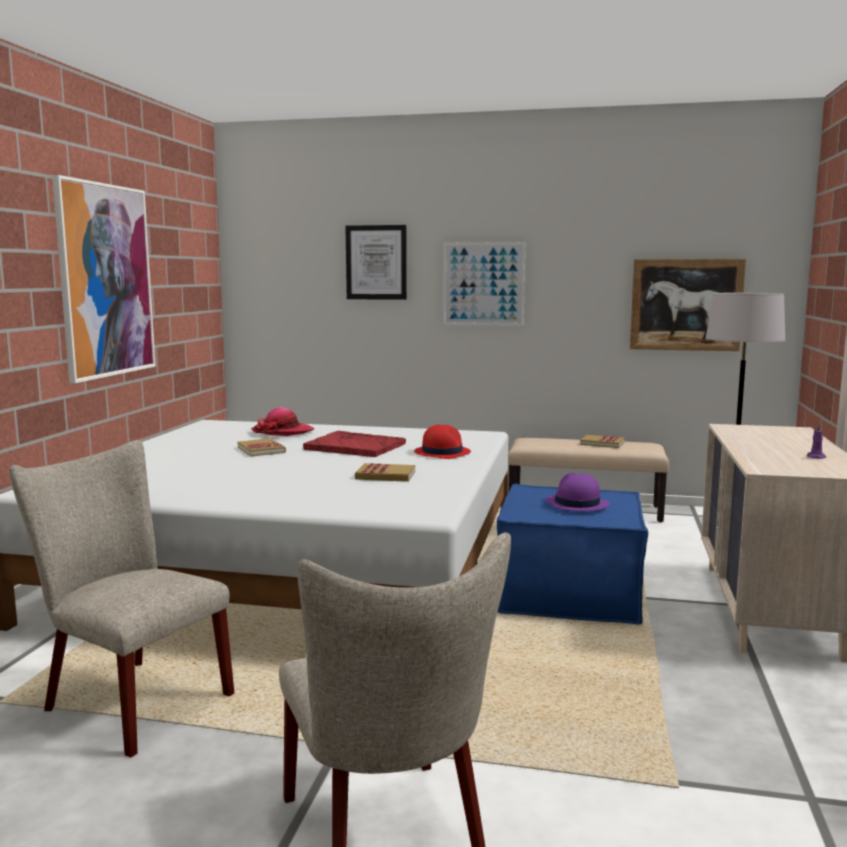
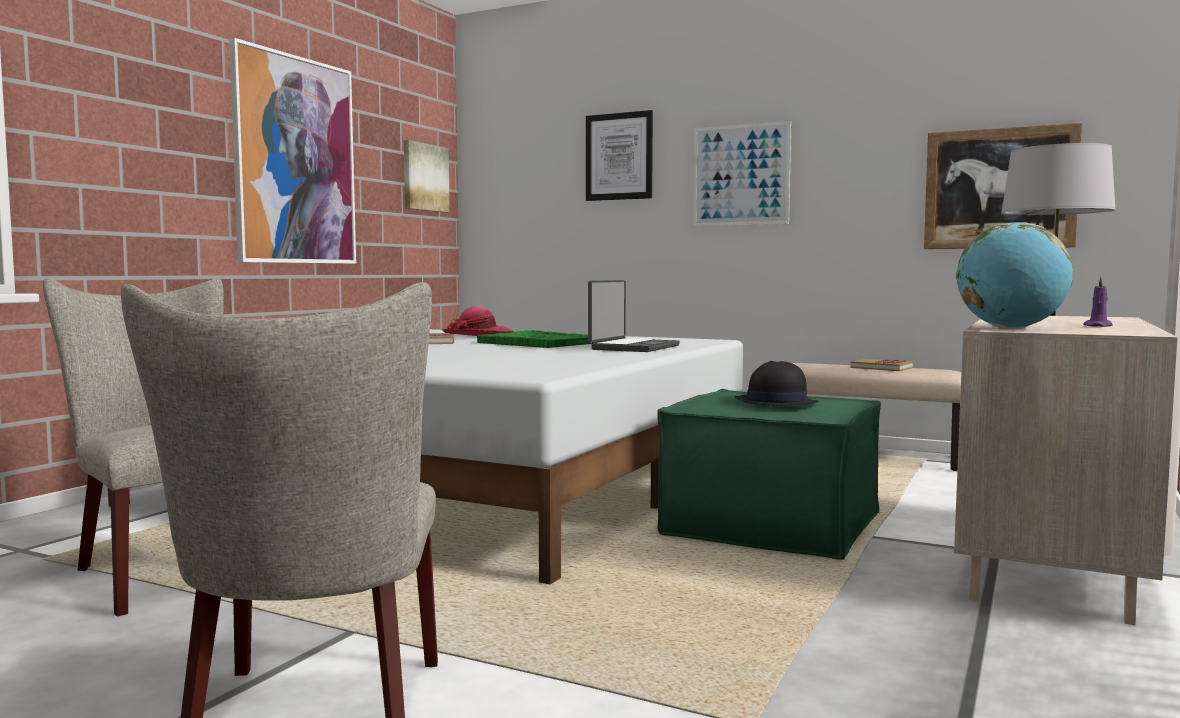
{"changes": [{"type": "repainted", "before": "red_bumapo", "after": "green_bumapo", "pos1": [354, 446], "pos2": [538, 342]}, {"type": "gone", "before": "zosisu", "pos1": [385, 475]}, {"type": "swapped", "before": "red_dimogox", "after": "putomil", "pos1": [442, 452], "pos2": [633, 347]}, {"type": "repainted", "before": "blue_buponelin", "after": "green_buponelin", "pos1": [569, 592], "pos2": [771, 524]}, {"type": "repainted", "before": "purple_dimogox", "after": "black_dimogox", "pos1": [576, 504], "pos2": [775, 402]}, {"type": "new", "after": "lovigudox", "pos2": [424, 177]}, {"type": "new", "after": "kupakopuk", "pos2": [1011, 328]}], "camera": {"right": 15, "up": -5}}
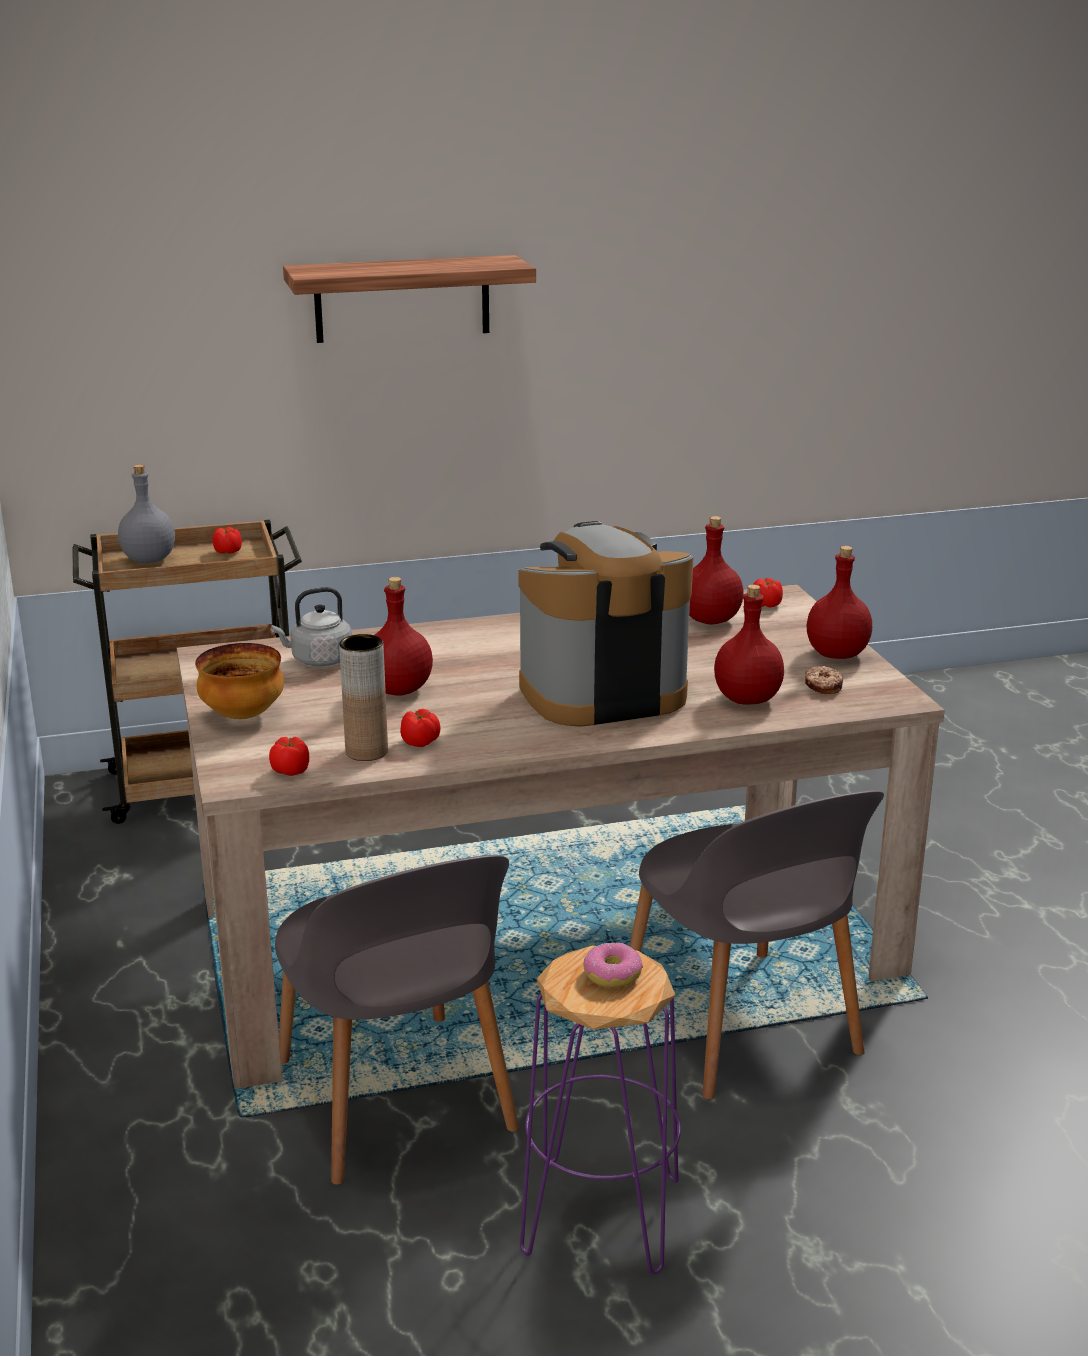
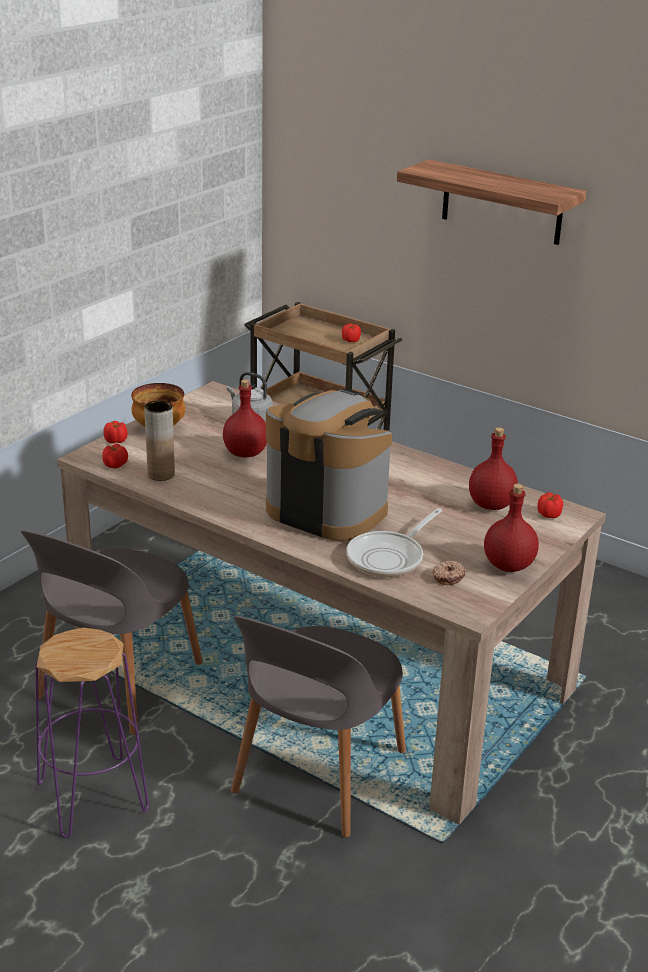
{"changes": [{"type": "gone", "before": "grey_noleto", "pos1": [148, 559]}, {"type": "shifted", "before": "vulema", "pos1": [421, 742], "pos2": [116, 441]}, {"type": "gone", "before": "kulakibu", "pos1": [612, 974]}, {"type": "swapped", "before": "red_noleto", "after": "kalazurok", "pos1": [747, 698], "pos2": [389, 557]}], "camera": {"right": 50, "up": 5}}
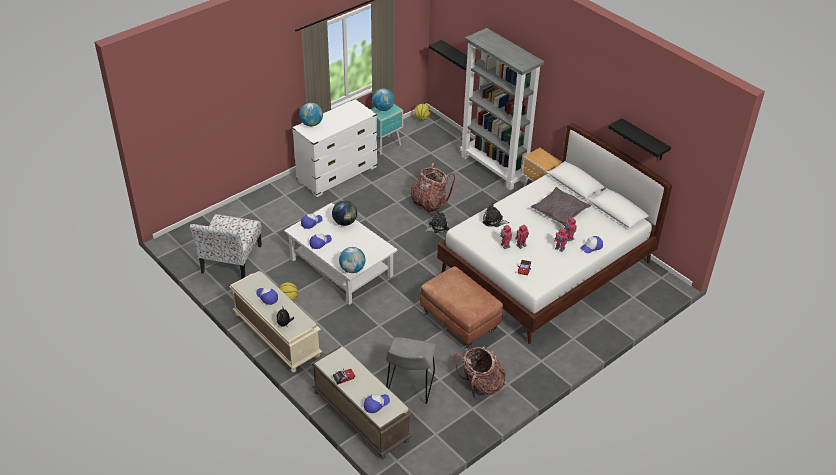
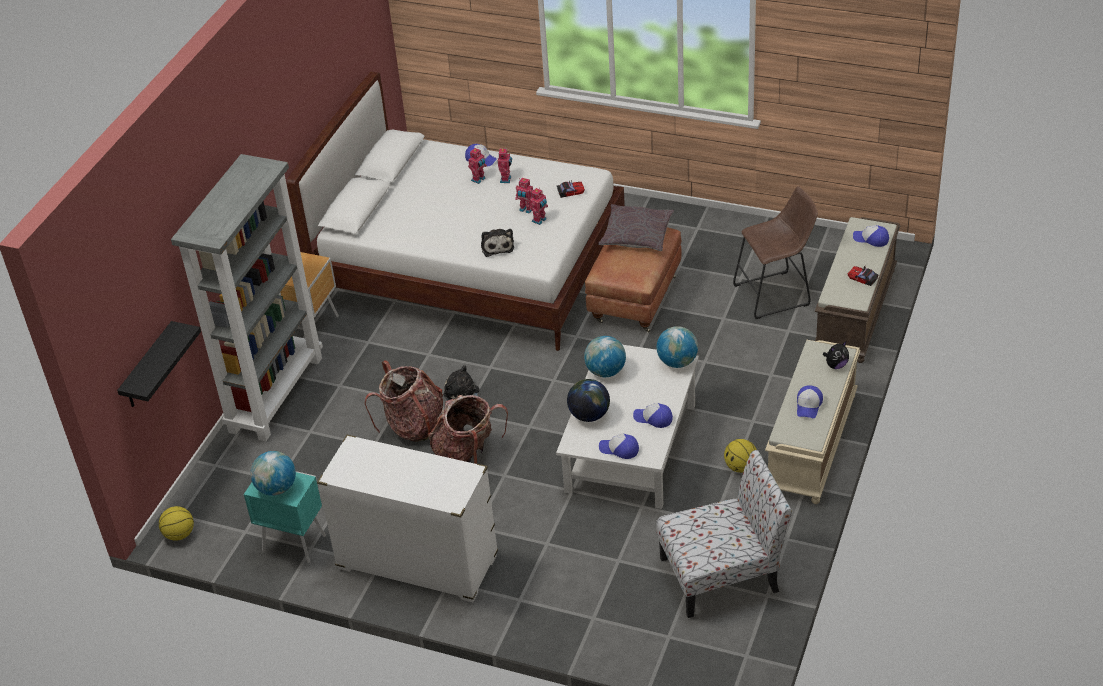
{"changes": [{"type": "shifted", "before": "kupakopuk", "pos1": [311, 124], "pos2": [605, 371]}, {"type": "swapped", "before": "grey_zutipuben", "after": "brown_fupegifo", "pos1": [409, 387], "pos2": [776, 294]}, {"type": "shifted", "before": "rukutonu", "pos1": [481, 385], "pos2": [467, 453]}, {"type": "shifted", "before": "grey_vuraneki", "pos1": [560, 211], "pos2": [636, 235]}, {"type": "gone", "before": "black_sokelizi", "pos1": [644, 140]}], "camera": {"right": -115, "up": 0}}
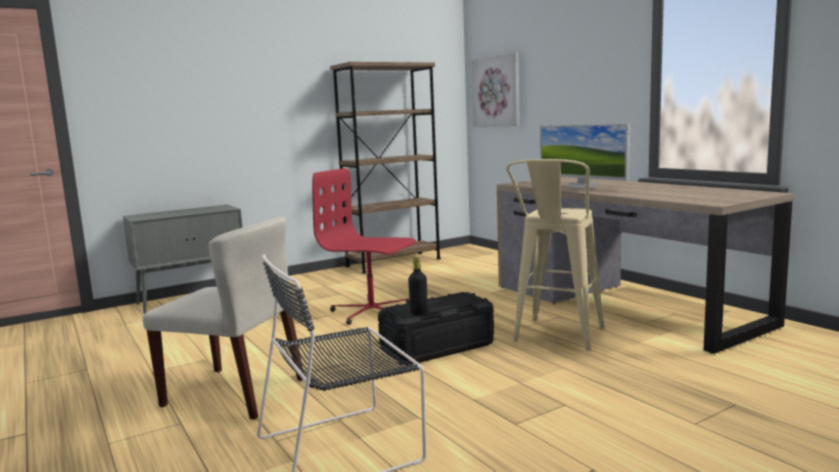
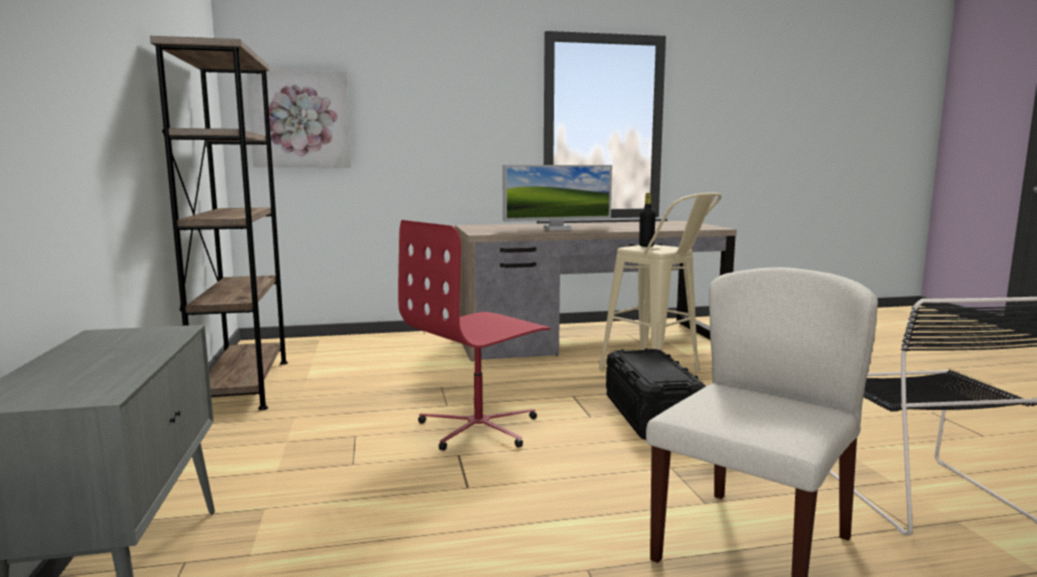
{"changes": [{"type": "shifted", "before": "black_noleto", "pos1": [419, 312], "pos2": [646, 246]}], "camera": {"right": -70, "up": 0}}
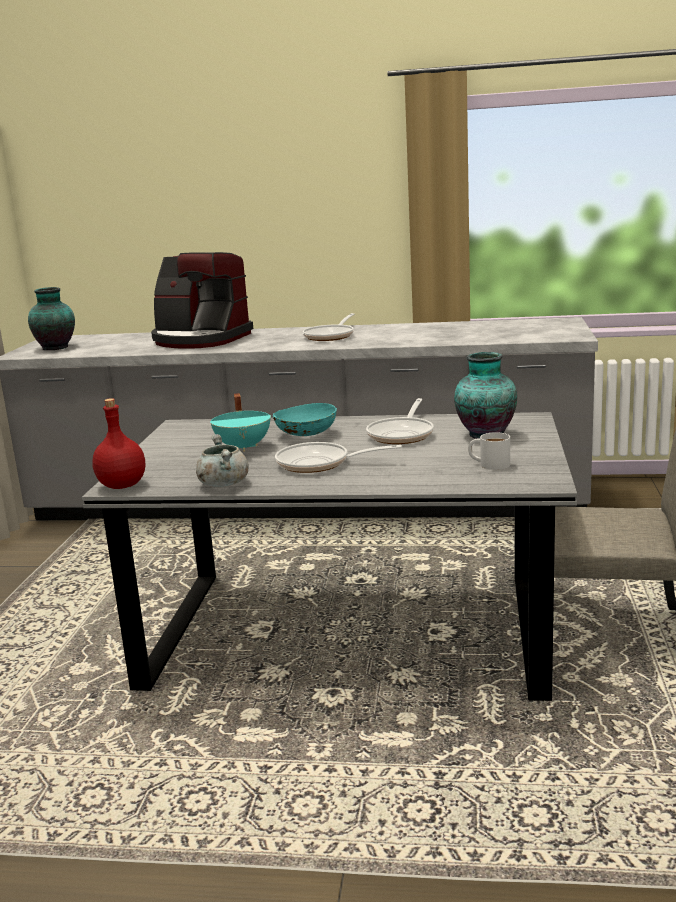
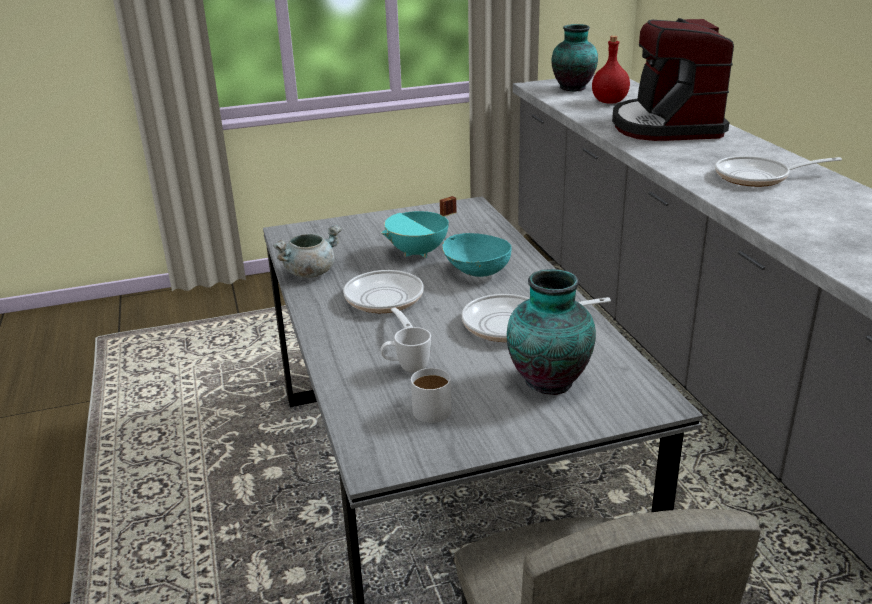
{"changes": [{"type": "shifted", "before": "red_noleto", "pos1": [121, 485], "pos2": [609, 101]}, {"type": "new", "after": "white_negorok", "pos2": [407, 368]}], "camera": {"right": 65, "up": 10}}
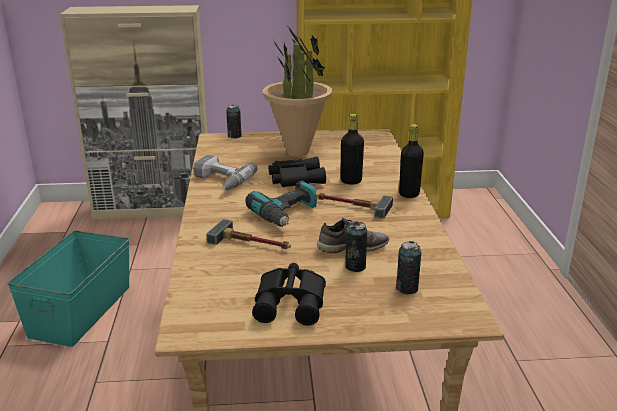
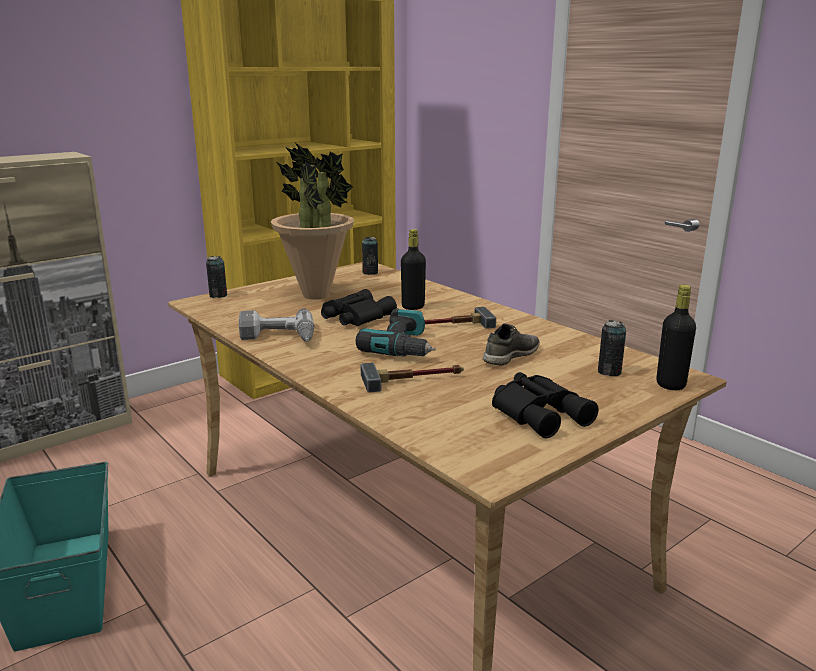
{"changes": [{"type": "shifted", "before": "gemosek", "pos1": [355, 266], "pos2": [370, 273]}, {"type": "shifted", "before": "black_noleto", "pos1": [409, 194], "pos2": [670, 385]}], "camera": {"right": -35, "up": -5}}
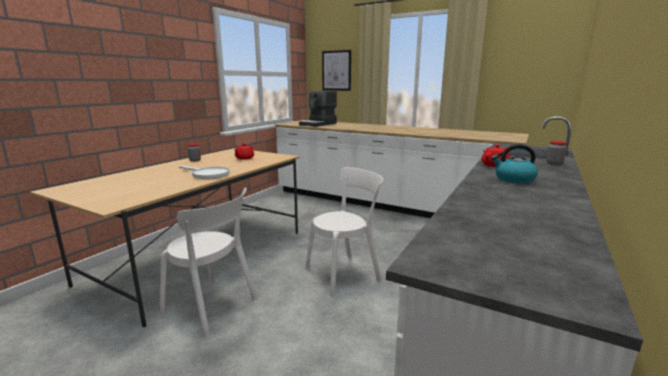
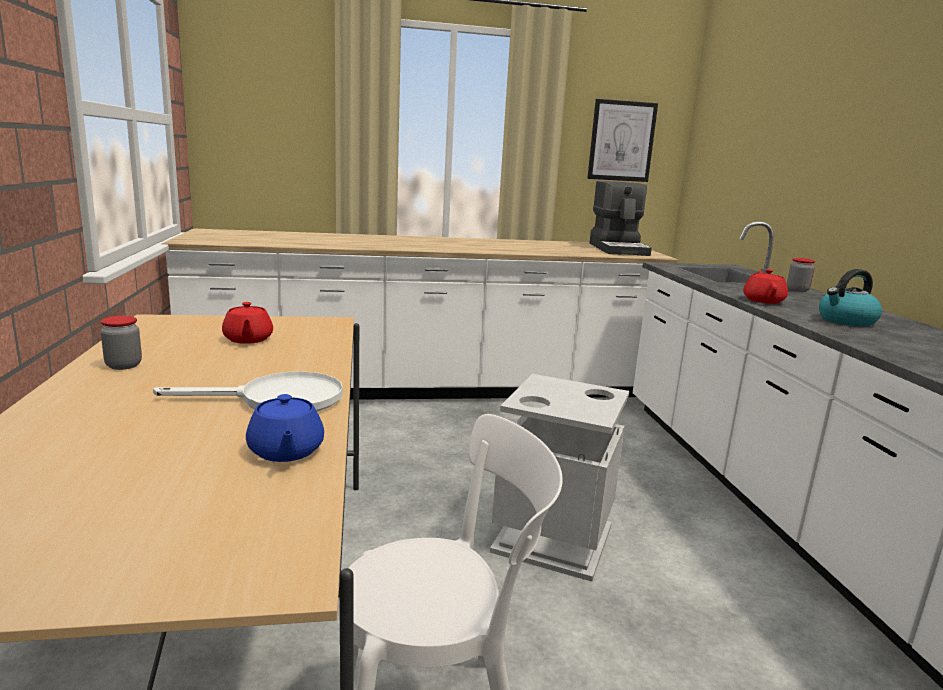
{"changes": [{"type": "shifted", "before": "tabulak", "pos1": [319, 124], "pos2": [619, 249]}, {"type": "swapped", "before": "white_zutipuben", "after": "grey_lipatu", "pos1": [345, 273], "pos2": [554, 538]}, {"type": "shifted", "before": "lovigudox", "pos1": [336, 70], "pos2": [621, 141]}, {"type": "new", "after": "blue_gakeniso", "pos2": [285, 451]}], "camera": {"right": -40, "up": 0}}
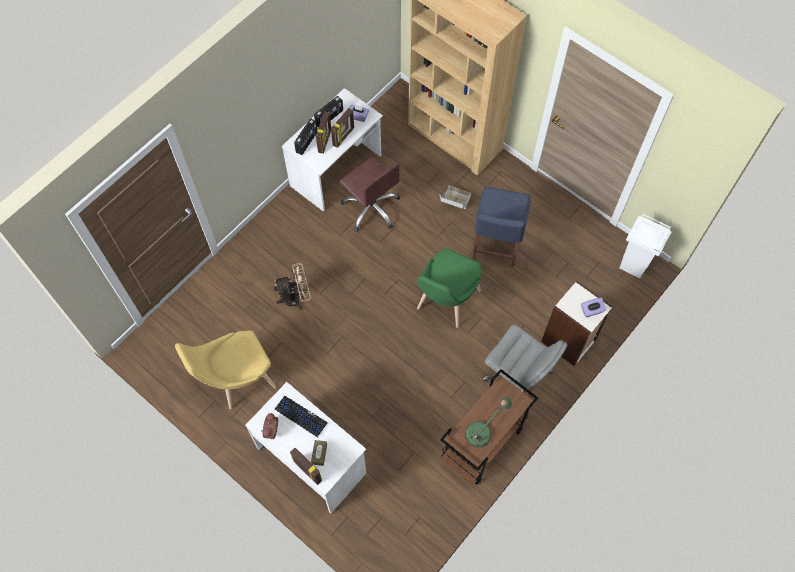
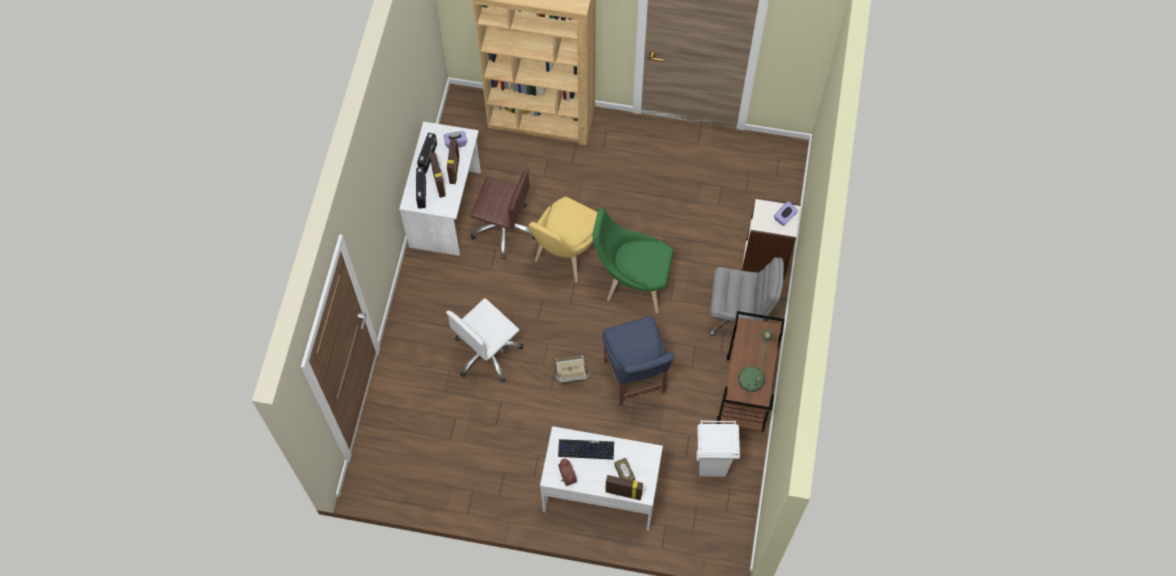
{"changes": [{"type": "shifted", "before": "yellow_zutipuben", "pos1": [237, 380], "pos2": [565, 255]}, {"type": "swapped", "before": "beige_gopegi", "after": "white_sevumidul", "pos1": [296, 298], "pos2": [487, 353]}, {"type": "rotated", "before": "green_zutipuben", "pos1": [445, 302], "pos2": [632, 282], "turn": 105}, {"type": "shifted", "before": "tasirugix", "pos1": [454, 204], "pos2": [571, 375]}, {"type": "shifted", "before": "blue_zutipuben", "pos1": [495, 246], "pos2": [635, 379]}, {"type": "shifted", "before": "white_lipatu", "pos1": [633, 265], "pos2": [712, 465]}], "camera": {"right": -30, "up": 0}}
